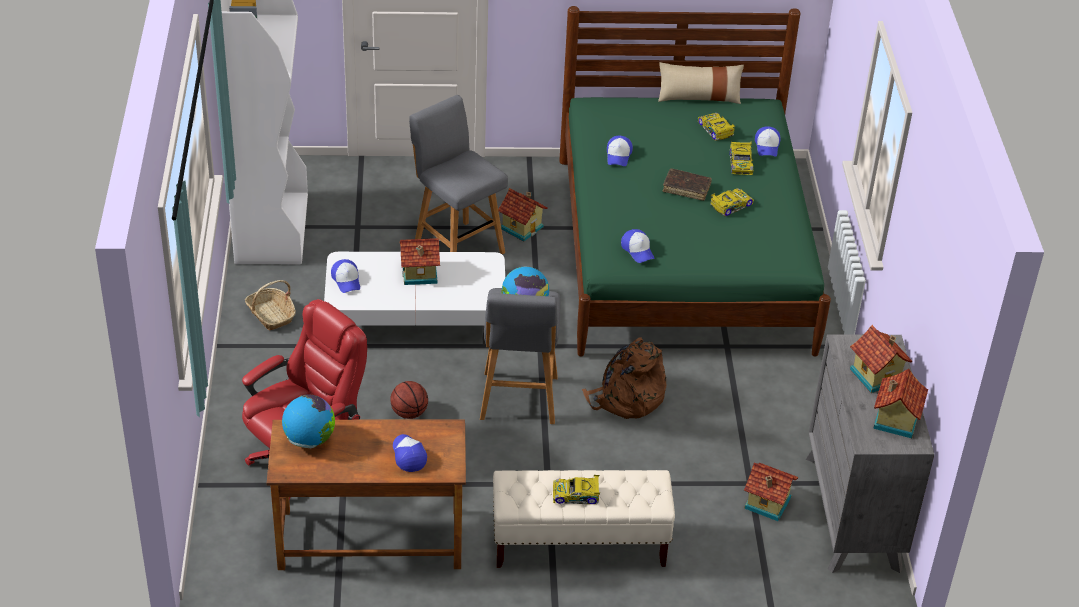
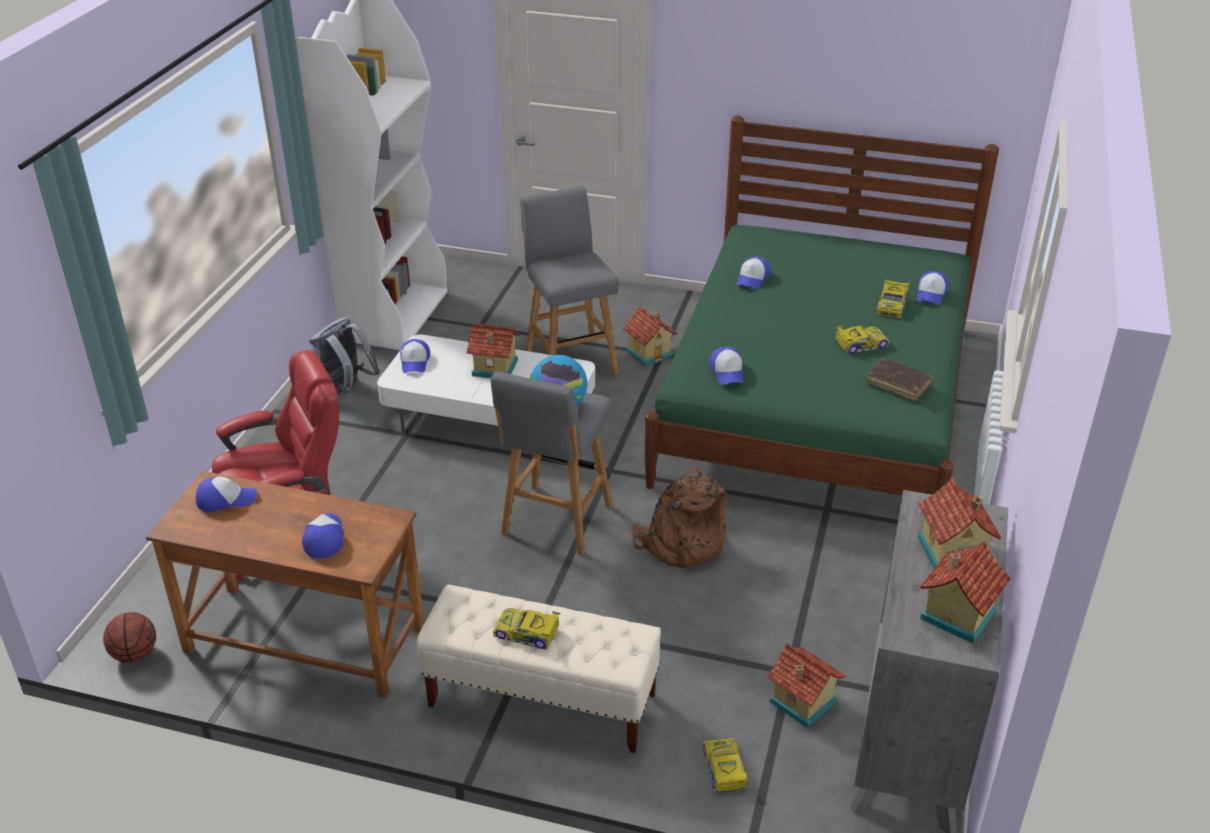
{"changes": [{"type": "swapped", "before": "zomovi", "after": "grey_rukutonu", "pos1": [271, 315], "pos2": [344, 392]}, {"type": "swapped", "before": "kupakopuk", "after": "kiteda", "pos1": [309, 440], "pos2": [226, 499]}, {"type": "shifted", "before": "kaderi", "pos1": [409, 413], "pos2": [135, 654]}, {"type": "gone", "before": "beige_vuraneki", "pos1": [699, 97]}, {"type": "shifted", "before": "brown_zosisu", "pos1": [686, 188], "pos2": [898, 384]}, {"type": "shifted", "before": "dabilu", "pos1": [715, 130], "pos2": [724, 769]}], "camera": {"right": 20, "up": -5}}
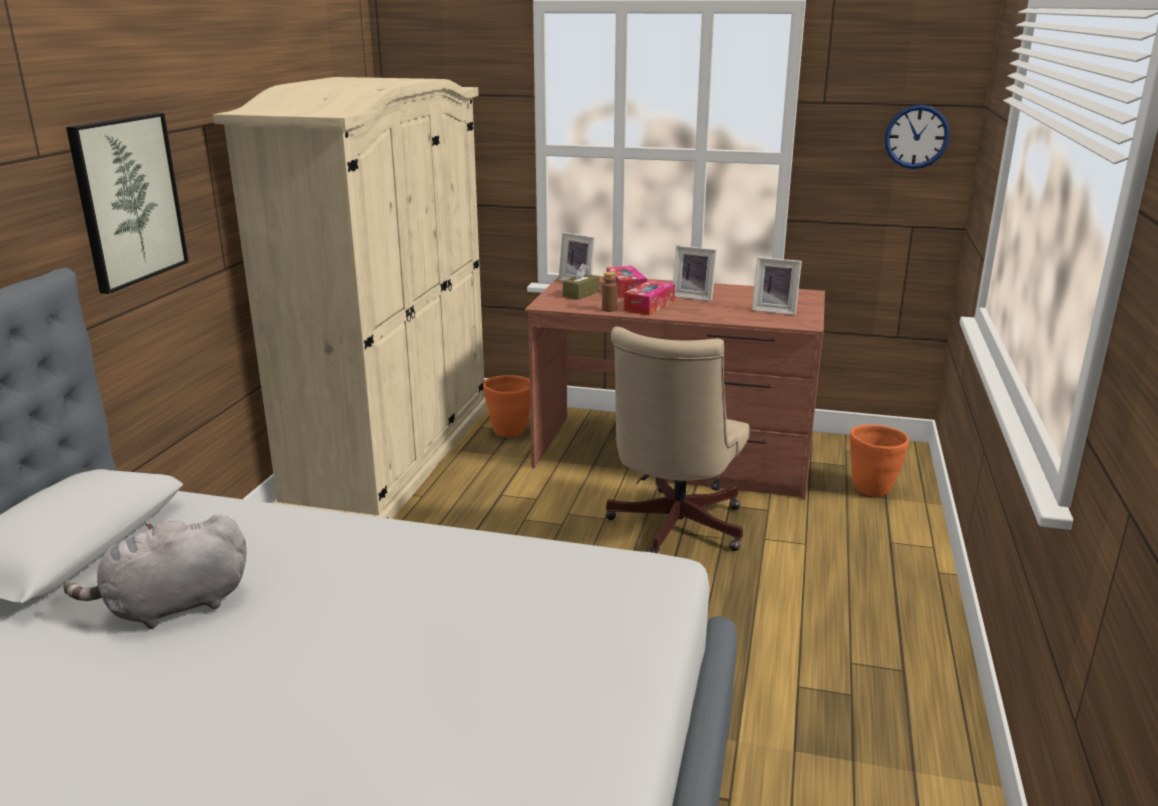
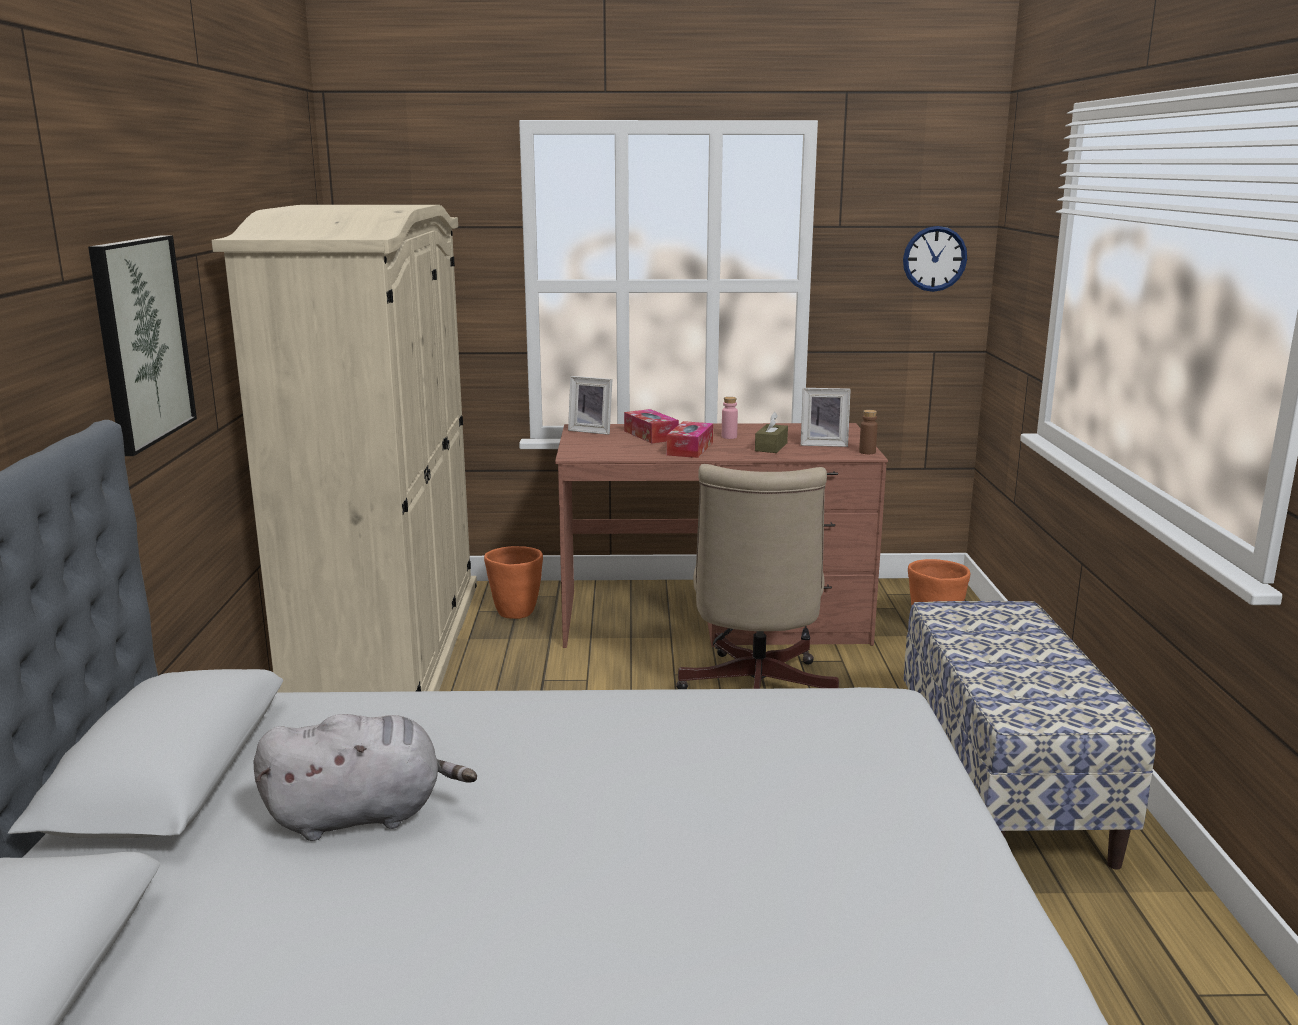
{"changes": [{"type": "rotated", "before": "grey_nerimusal", "pos1": [172, 607], "pos2": [363, 815], "turn": -150}, {"type": "shifted", "before": "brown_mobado", "pos1": [581, 294], "pos2": [771, 447]}, {"type": "shifted", "before": "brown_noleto", "pos1": [609, 310], "pos2": [867, 452]}, {"type": "swapped", "before": "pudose", "after": "pink_noleto", "pos1": [694, 296], "pos2": [729, 437]}, {"type": "new", "after": "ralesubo", "pos2": [1005, 784]}], "camera": {"right": -15, "up": -5}}
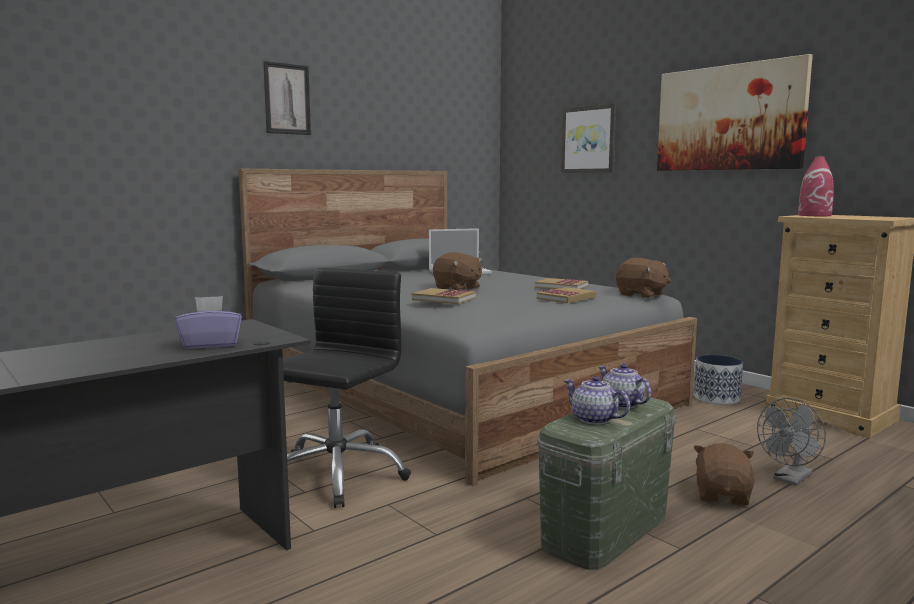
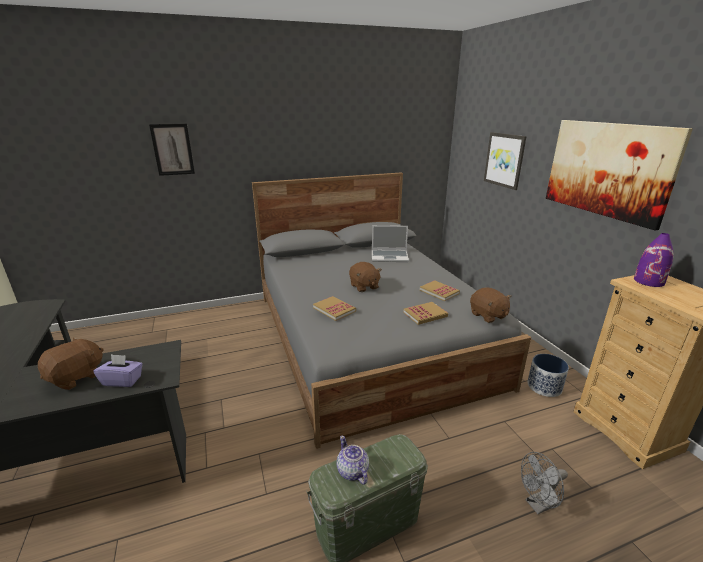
{"changes": [{"type": "shifted", "before": "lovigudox", "pos1": [287, 99], "pos2": [172, 149]}, {"type": "gone", "before": "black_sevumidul", "pos1": [336, 475]}, {"type": "gone", "before": "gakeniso", "pos1": [622, 404]}, {"type": "shifted", "before": "brown_nerimusal", "pos1": [723, 496], "pos2": [77, 377]}, {"type": "repainted", "before": "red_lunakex", "after": "purple_lunakex", "pos1": [814, 215], "pos2": [649, 281]}], "camera": {"right": 20, "up": 15}}
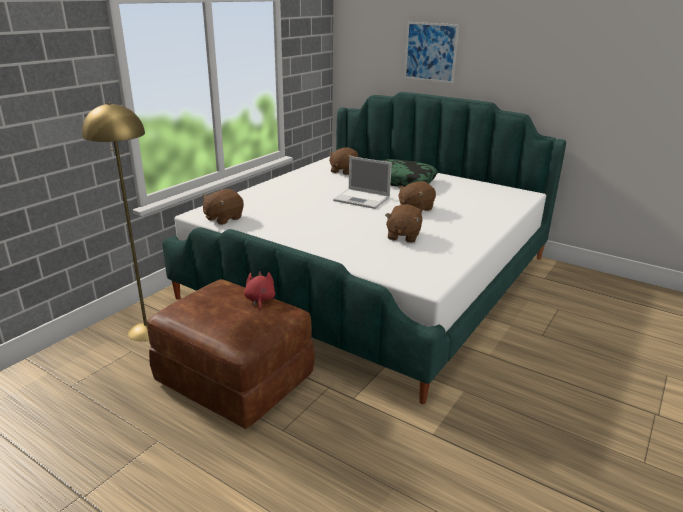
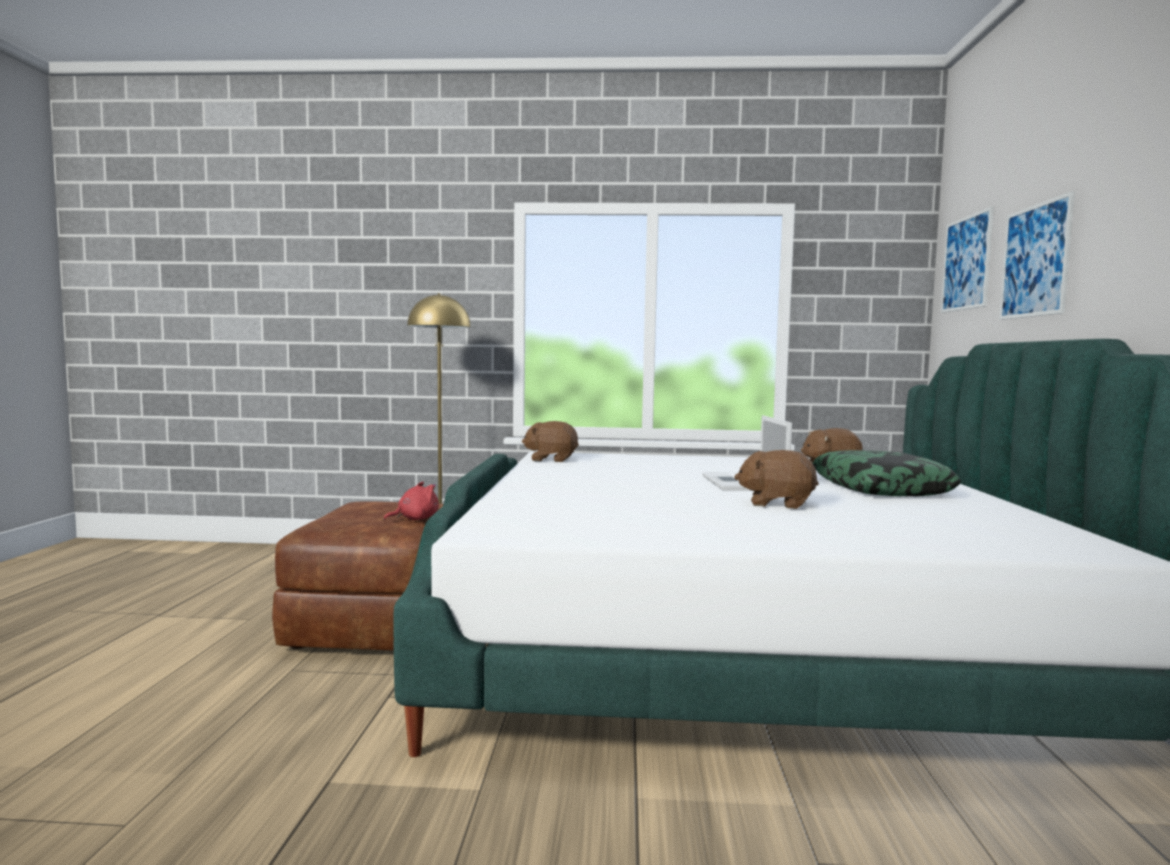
{"changes": [{"type": "gone", "before": "brown_nerimusal", "pos1": [403, 236]}, {"type": "new", "after": "lovigudox", "pos2": [966, 263]}], "camera": {"right": 60, "up": -20}}
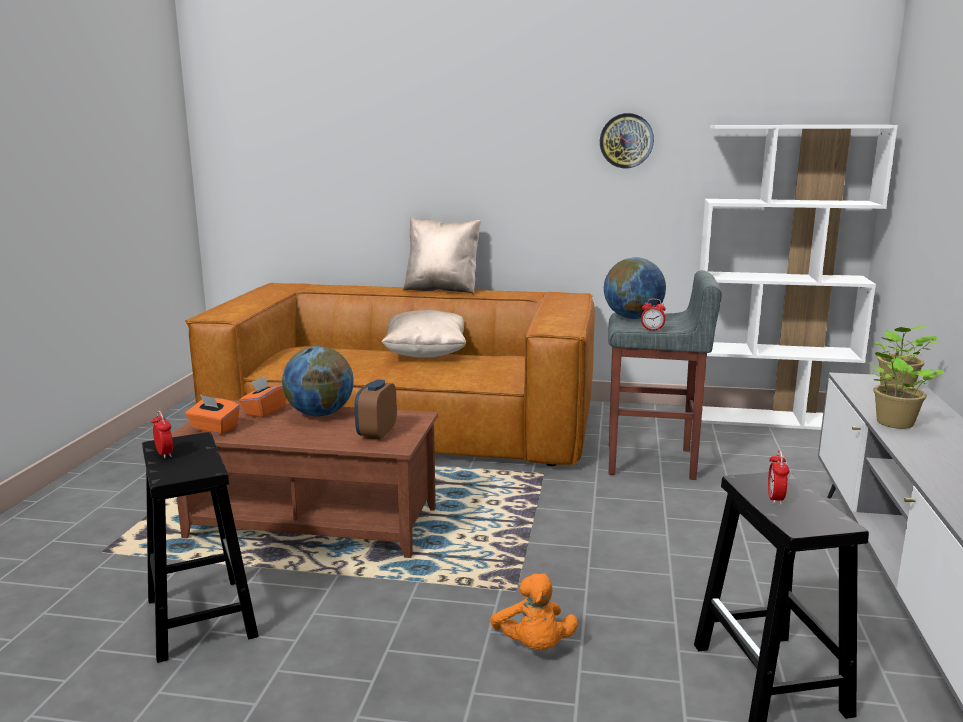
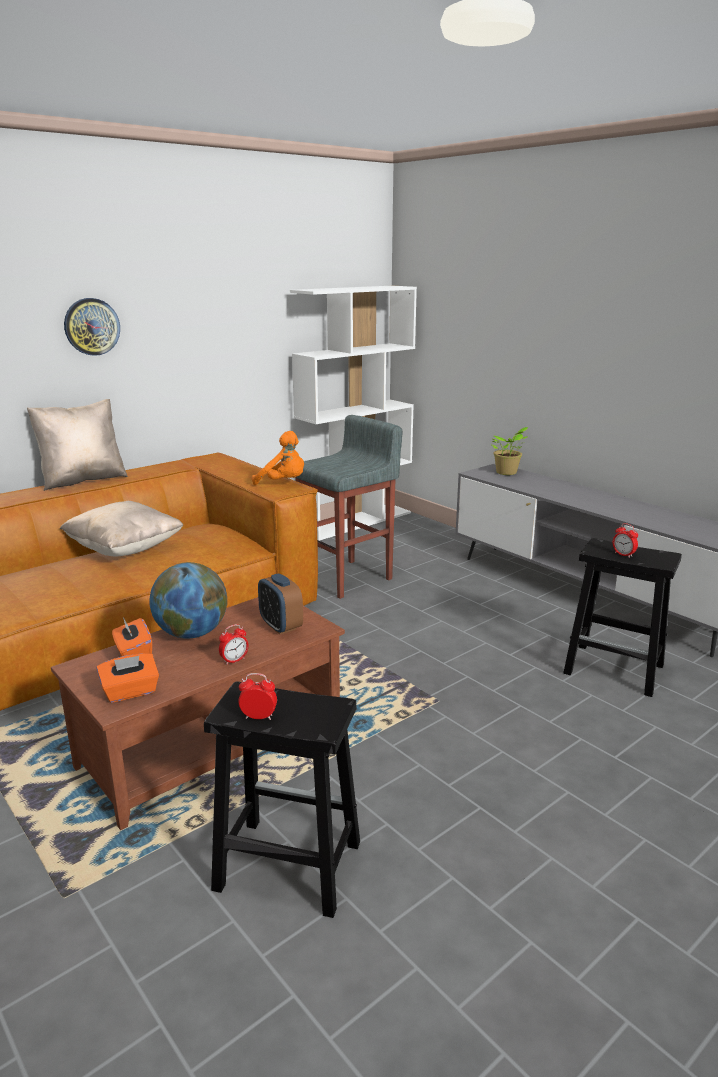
{"changes": [{"type": "shifted", "before": "orange_nerimusal", "pos1": [534, 646], "pos2": [283, 483]}, {"type": "shifted", "before": "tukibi", "pos1": [626, 140], "pos2": [91, 326]}, {"type": "gone", "before": "kupakopuk", "pos1": [633, 318]}, {"type": "shifted", "before": "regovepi", "pos1": [652, 330], "pos2": [234, 660]}, {"type": "gone", "before": "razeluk", "pos1": [893, 423]}], "camera": {"right": -50, "up": 5}}
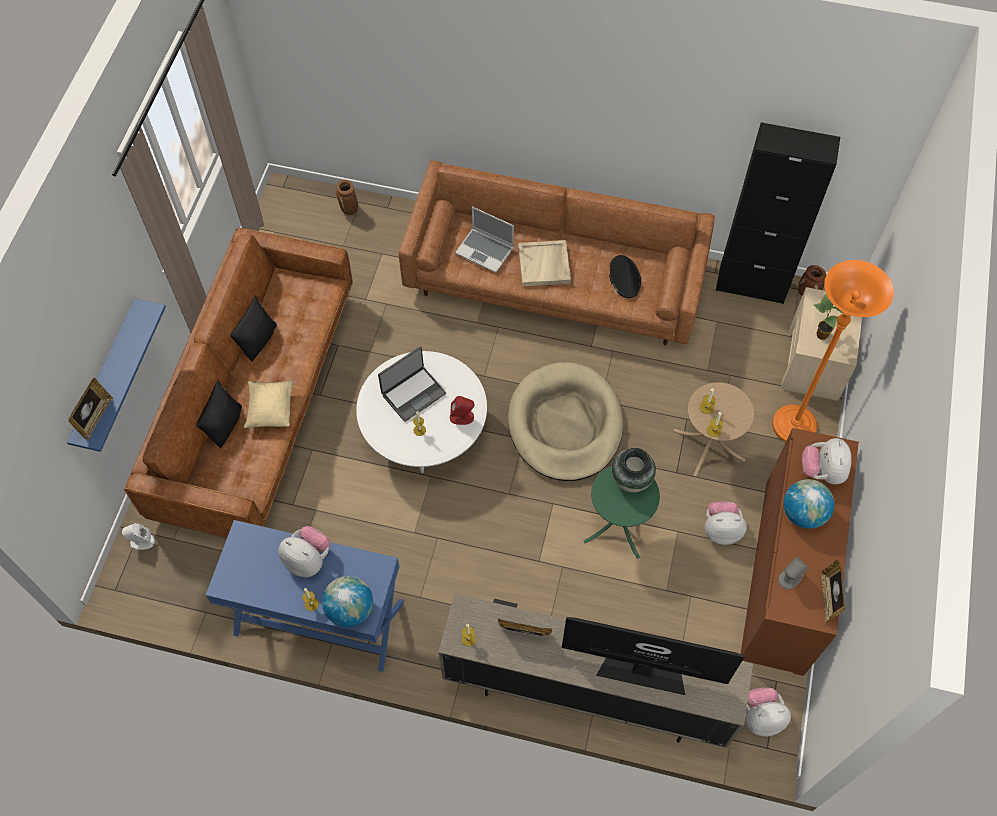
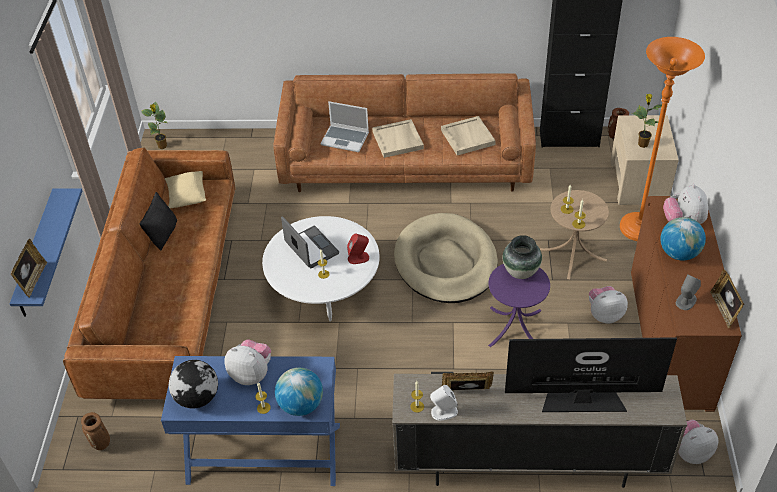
{"changes": [{"type": "shifted", "before": "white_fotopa", "pos1": [141, 541], "pos2": [443, 412]}, {"type": "gone", "before": "black_vuraneki", "pos1": [224, 424]}, {"type": "shifted", "before": "beige_vuraneki", "pos1": [271, 410], "pos2": [187, 197]}, {"type": "shifted", "before": "brown_lunakex", "pos1": [349, 210], "pos2": [101, 444]}, {"type": "rotated", "before": "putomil", "pos1": [413, 393], "pos2": [311, 248], "turn": -75}, {"type": "repainted", "before": "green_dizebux", "after": "purple_dizebux", "pos1": [618, 525], "pos2": [515, 328]}, {"type": "swapped", "before": "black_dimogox", "after": "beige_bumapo", "pos1": [624, 277], "pos2": [467, 137]}, {"type": "new", "after": "razeluk", "pos2": [162, 146]}, {"type": "new", "after": "kupakopuk", "pos2": [197, 397]}], "camera": {"right": -10, "up": -15}}
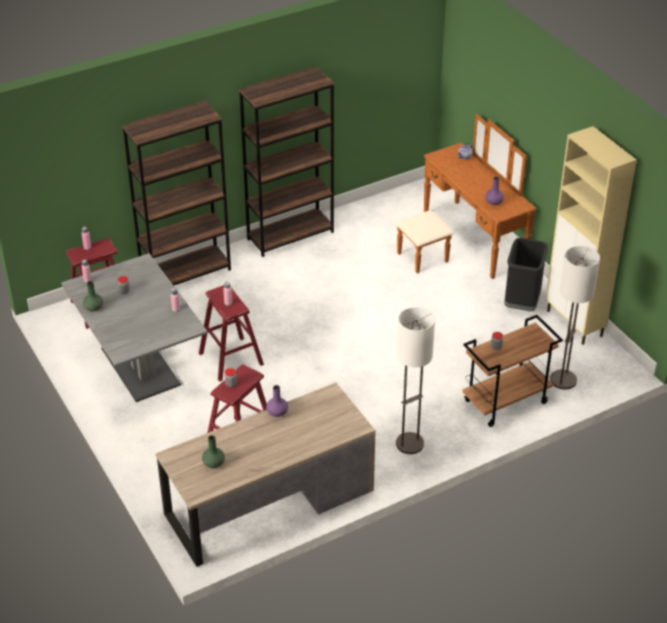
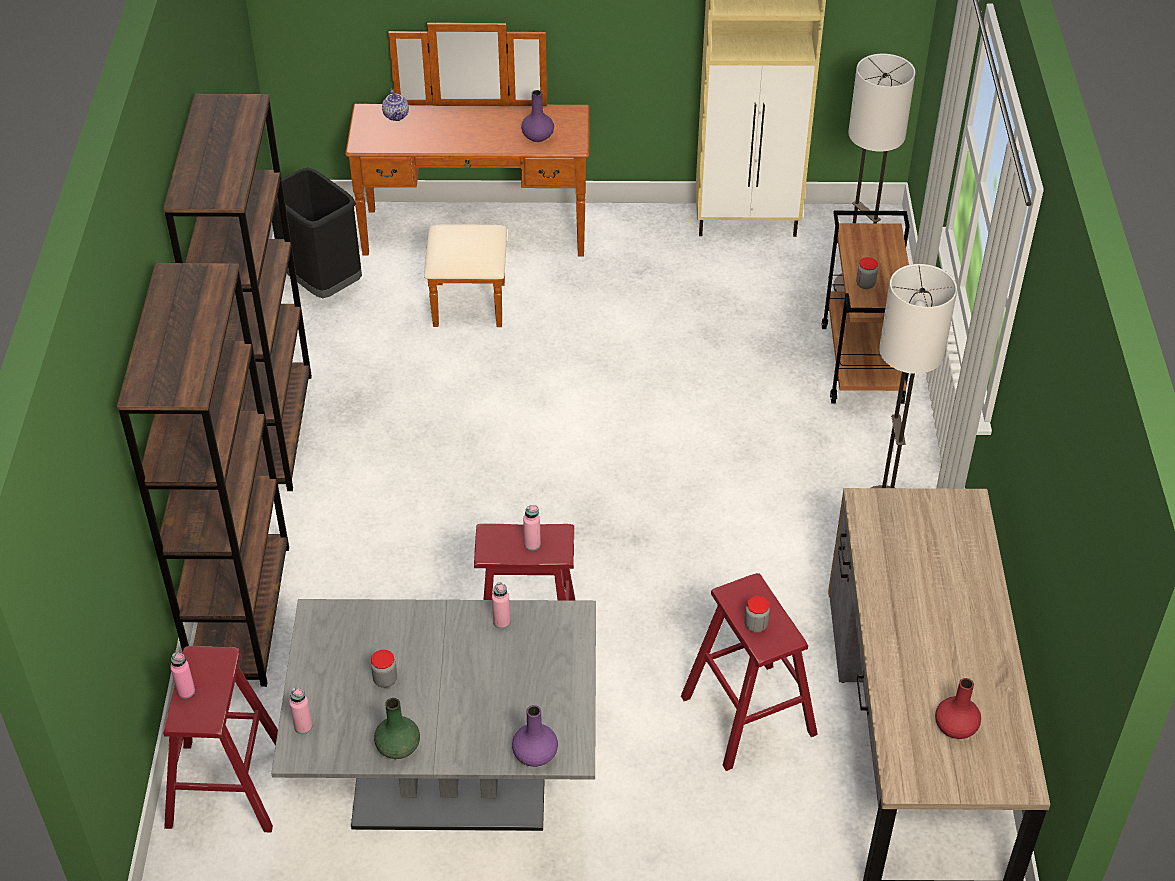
{"changes": [{"type": "repainted", "before": "green_lunakex", "after": "red_lunakex", "pos1": [214, 463], "pos2": [955, 726]}, {"type": "shifted", "before": "purple_lunakex", "pos1": [277, 412], "pos2": [535, 755]}, {"type": "shifted", "before": "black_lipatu", "pos1": [521, 303], "pos2": [321, 283]}], "camera": {"right": -60, "up": 5}}
